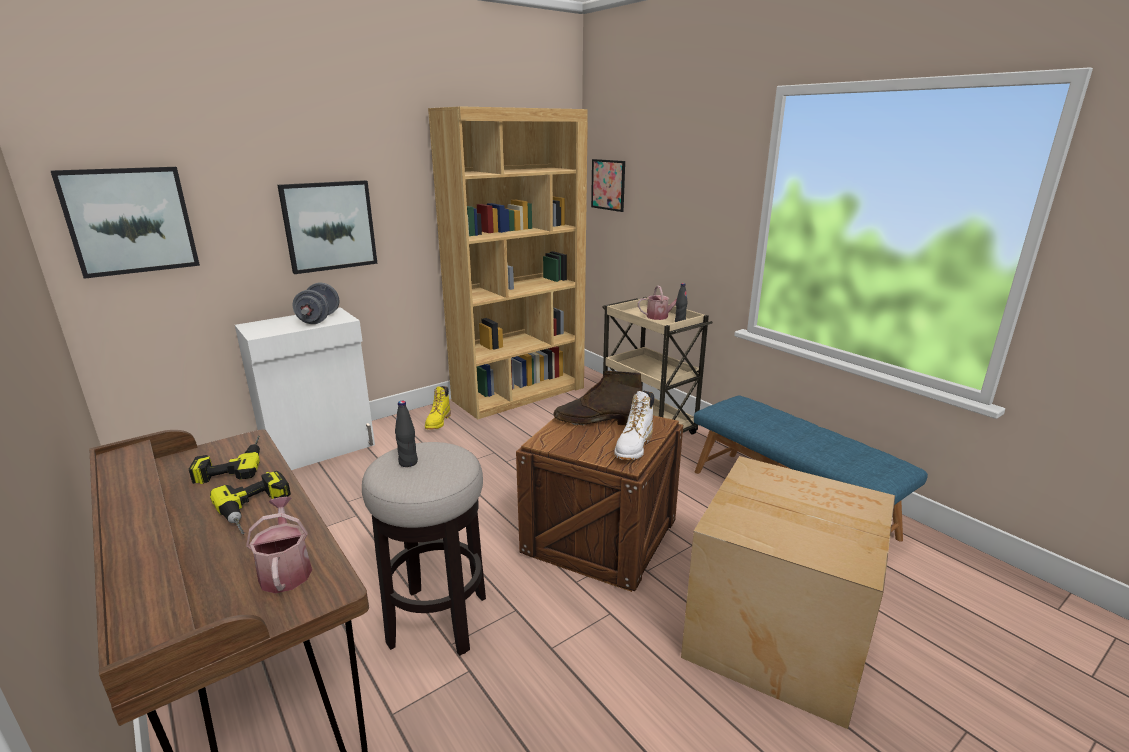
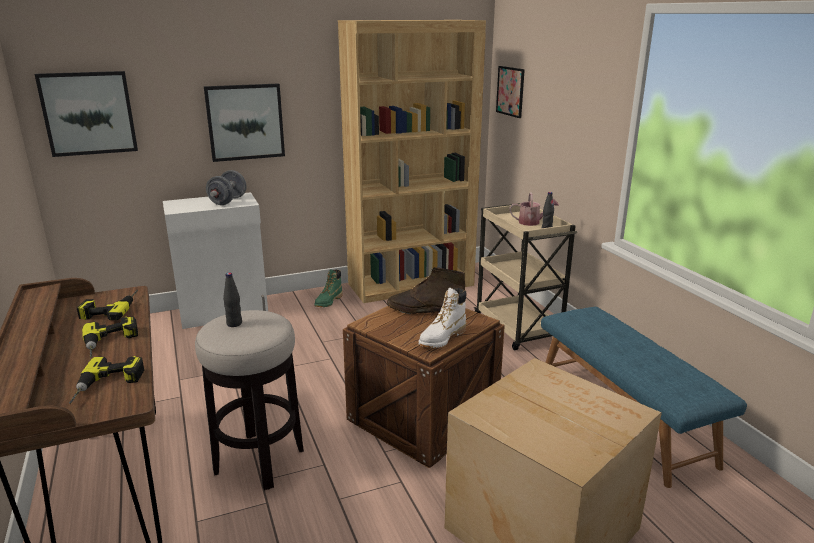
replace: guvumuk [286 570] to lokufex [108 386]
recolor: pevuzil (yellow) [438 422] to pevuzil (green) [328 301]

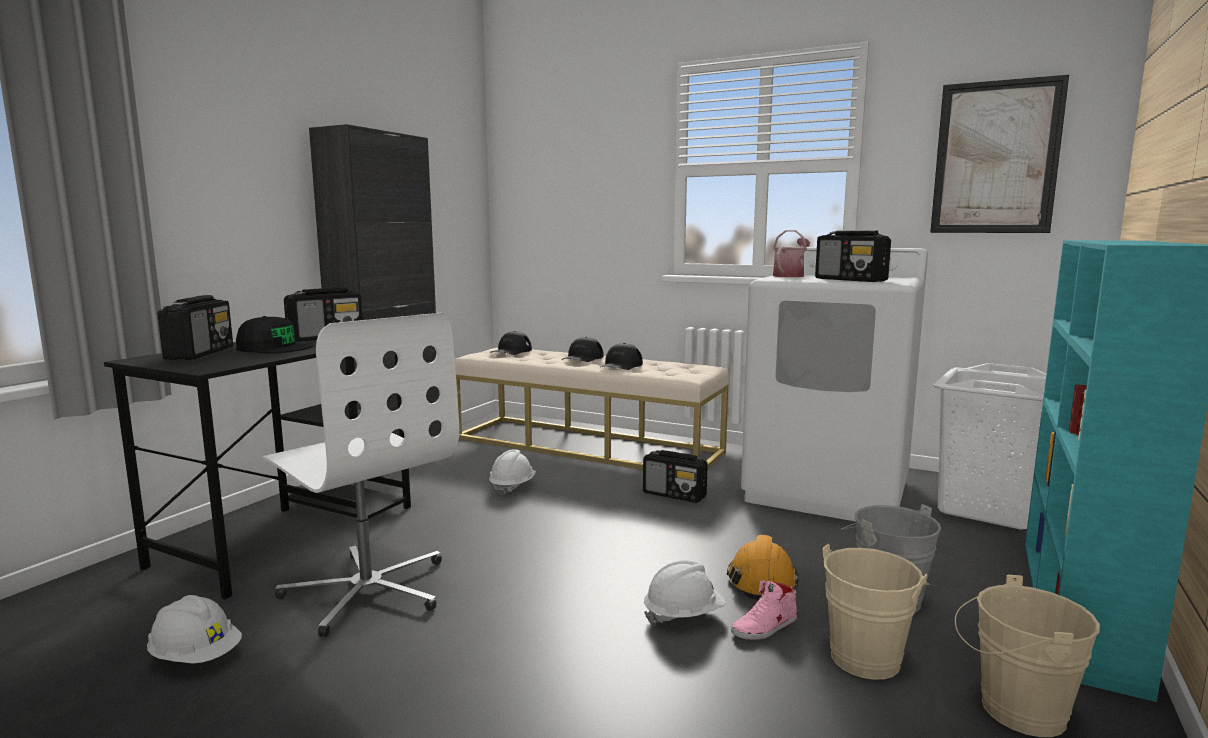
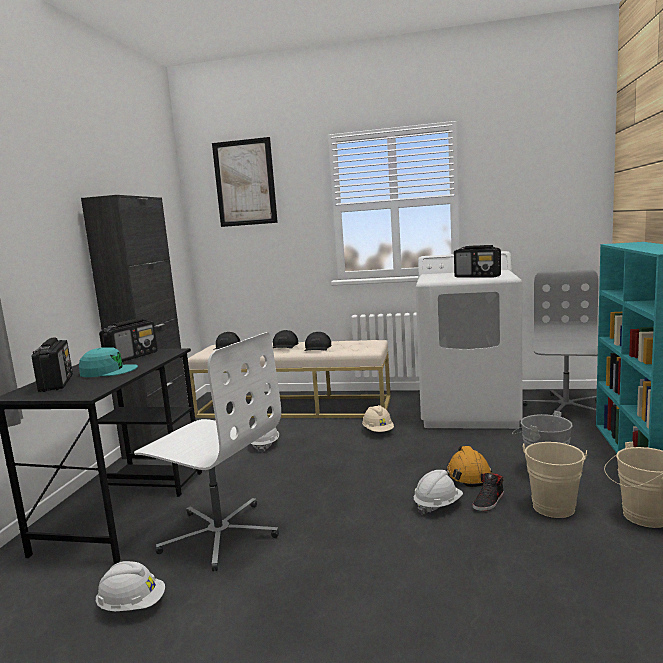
delete: guvumuk [790 275]
move: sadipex [995 158] to [245 183]
replace: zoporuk [675 495] to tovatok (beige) [378 431]; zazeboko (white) [988 509] to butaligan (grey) [565 408]
recolor: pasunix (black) [274 348] to pasunix (turquoise) [108 371]; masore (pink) [765 627] to masore (black) [489 502]

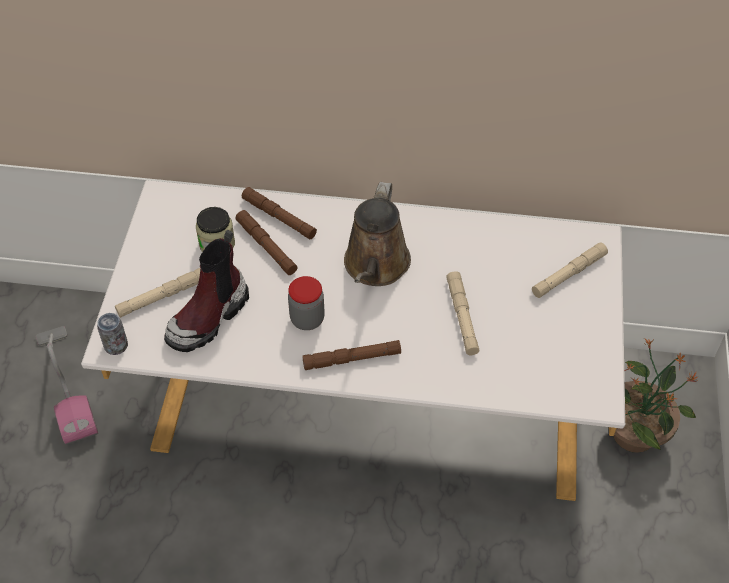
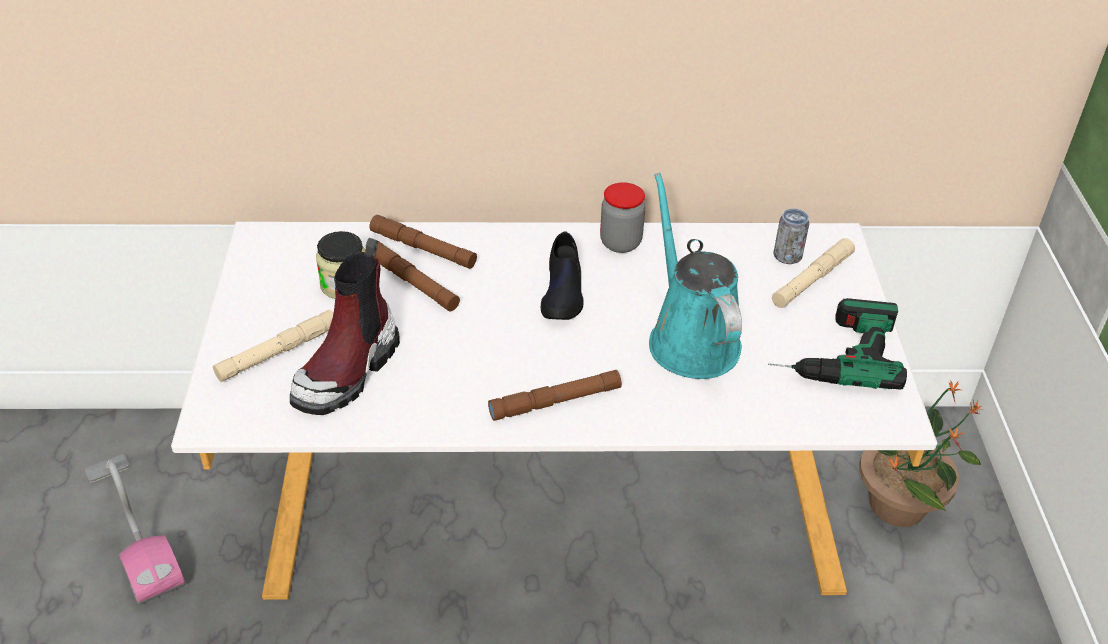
insert: lokufex [832 352]
move: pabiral [116 346] to [787 256]; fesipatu [307 319] to [620 243]
replace: guvumuk (brown) [375 266] to masore (black) [562 292]; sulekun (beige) [462 317] to guvumuk (turquoise) [690 338]

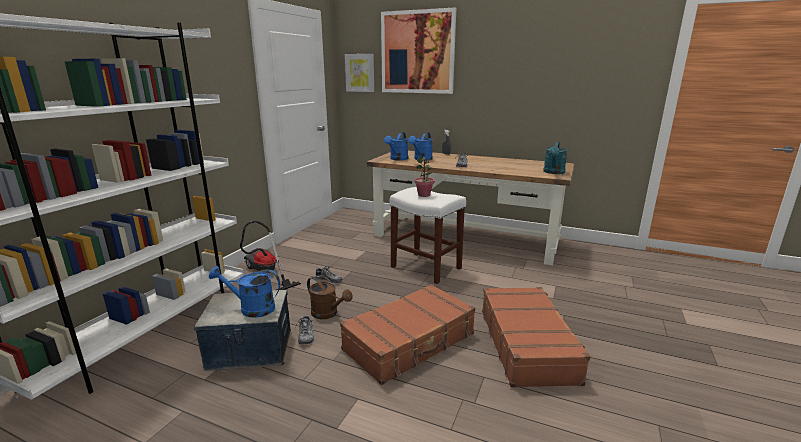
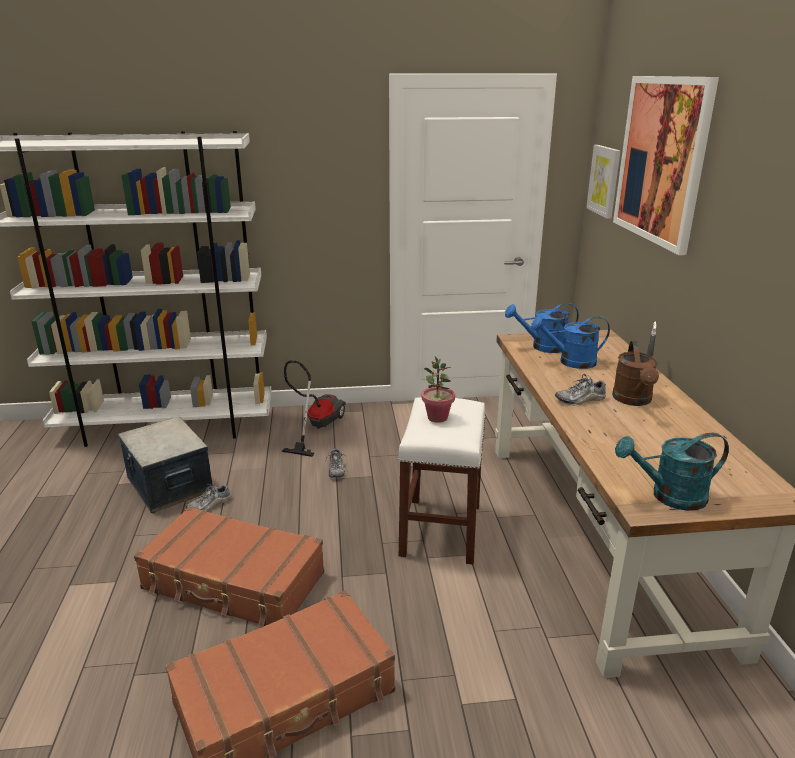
delete: guvumuk (blue) [251 308]
move: guvumuk (brown) [328 314] to [633 400]

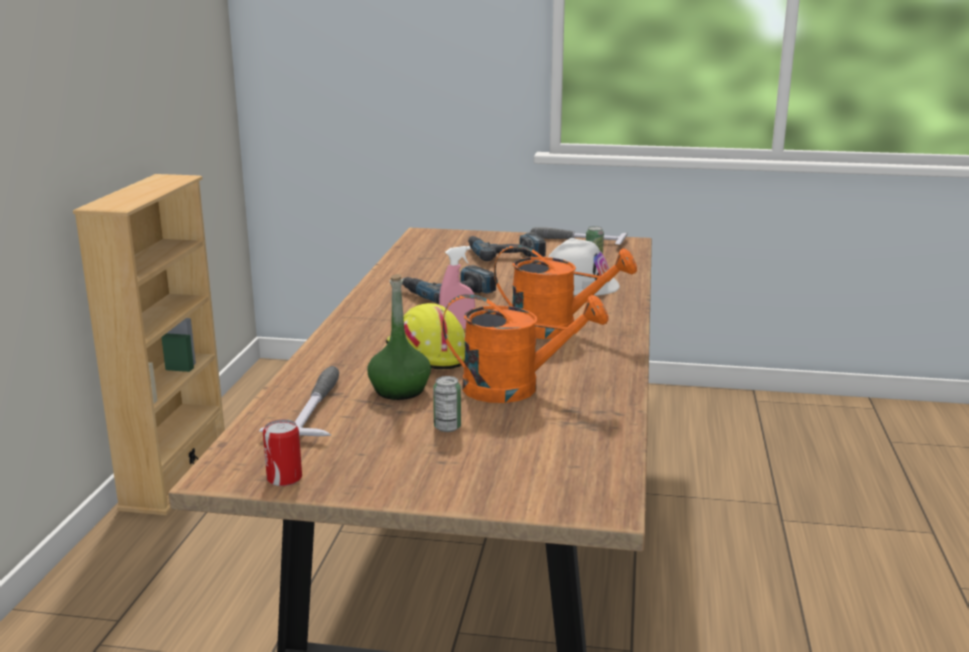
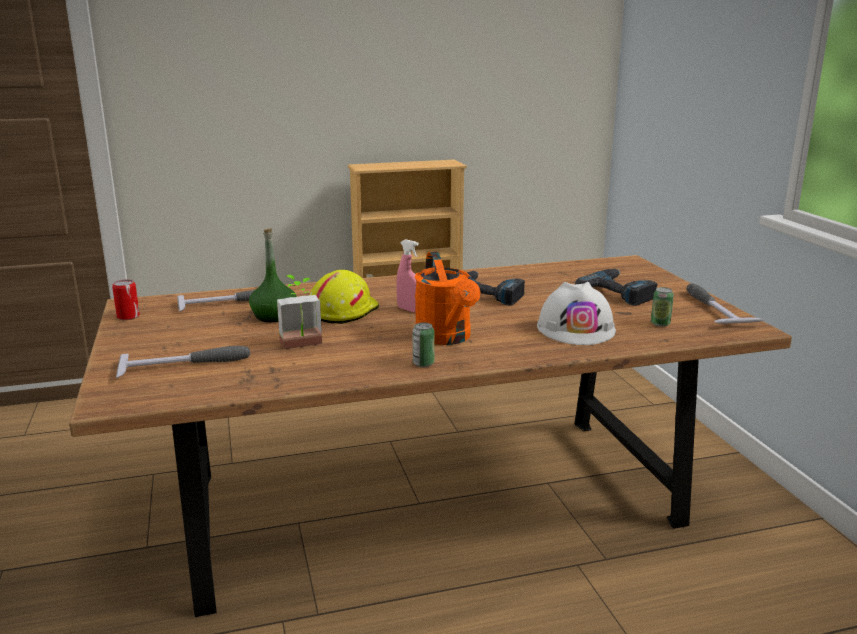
insert: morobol [186 365]
move: pabiral [447 427] to [423 363]
replace: guvumuk (orange) [515 388] to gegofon [302 346]

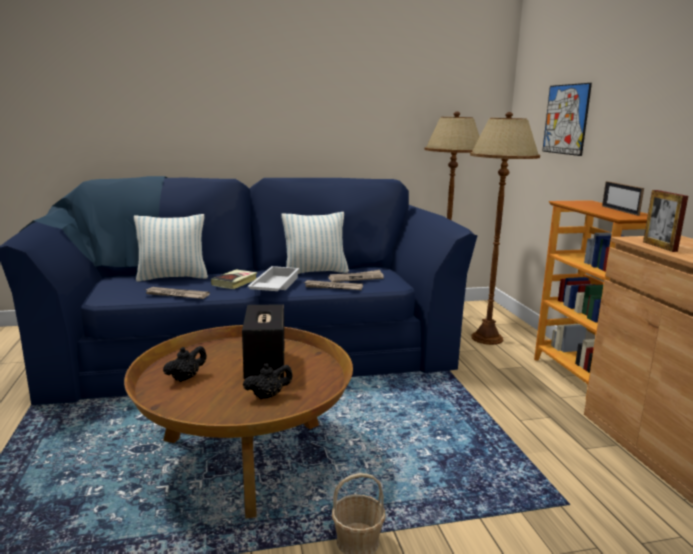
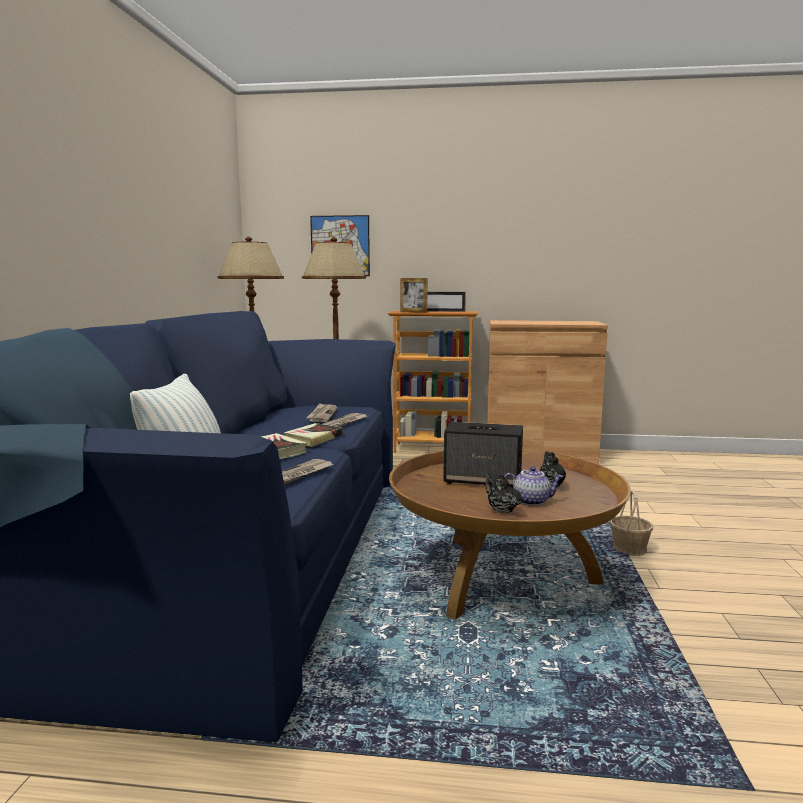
delete: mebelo [315 272]
insert: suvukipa [531 501]
move: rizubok [659 246] to [413 312]
replace: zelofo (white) [274 286] to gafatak [313 439]

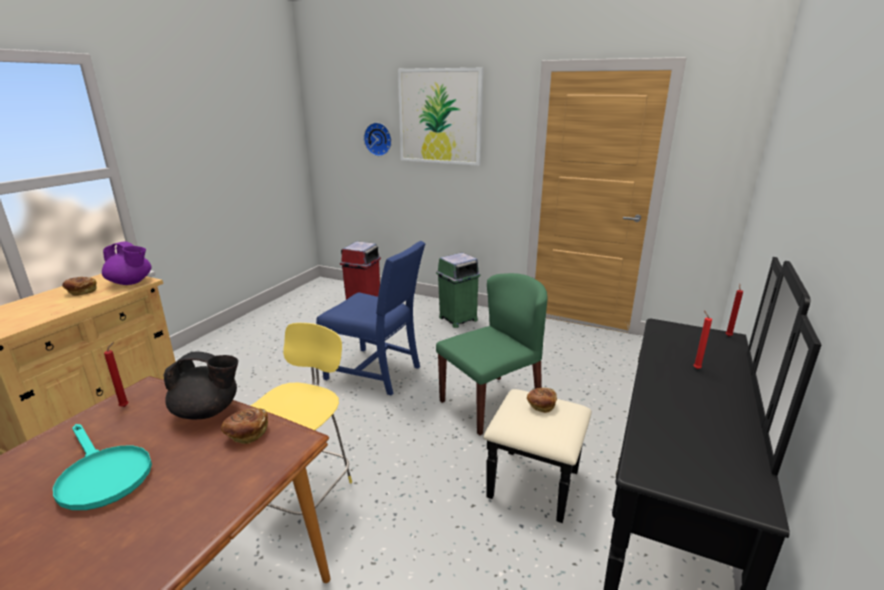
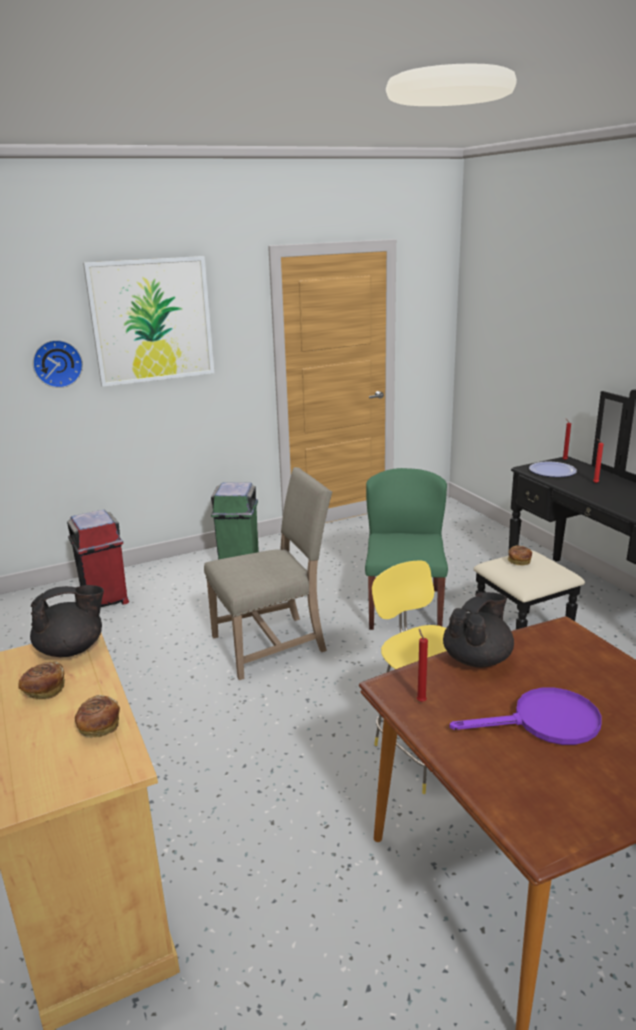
insert: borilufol [552 471]
move: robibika [246 434] to [99 727]
recolor: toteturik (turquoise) [101 475] to toteturik (purple) [544 722]; suvukipa (purple) [131 282] to suvukipa (black) [72 649]; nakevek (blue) [376 372] to nakevek (beige) [272 644]

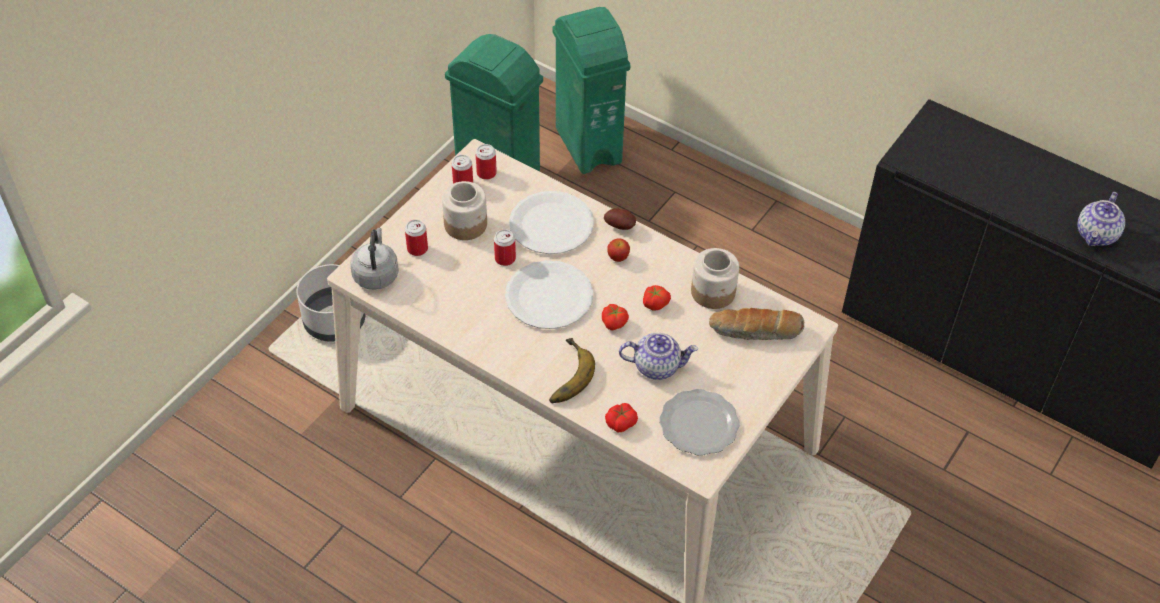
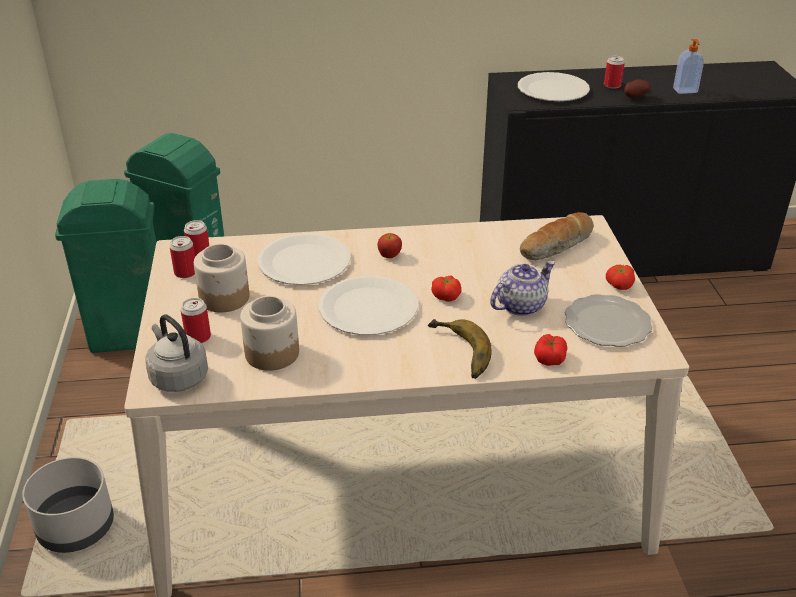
insert: borilufol (white) [552 89]
move: pabiral [505 258] to [612 85]; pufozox [620 226] to [634 97]; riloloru [655 303] to [618 285]; fesipatu [713 292] to [273 353]
replace: suvukipa [1096 235] to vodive [685 91]

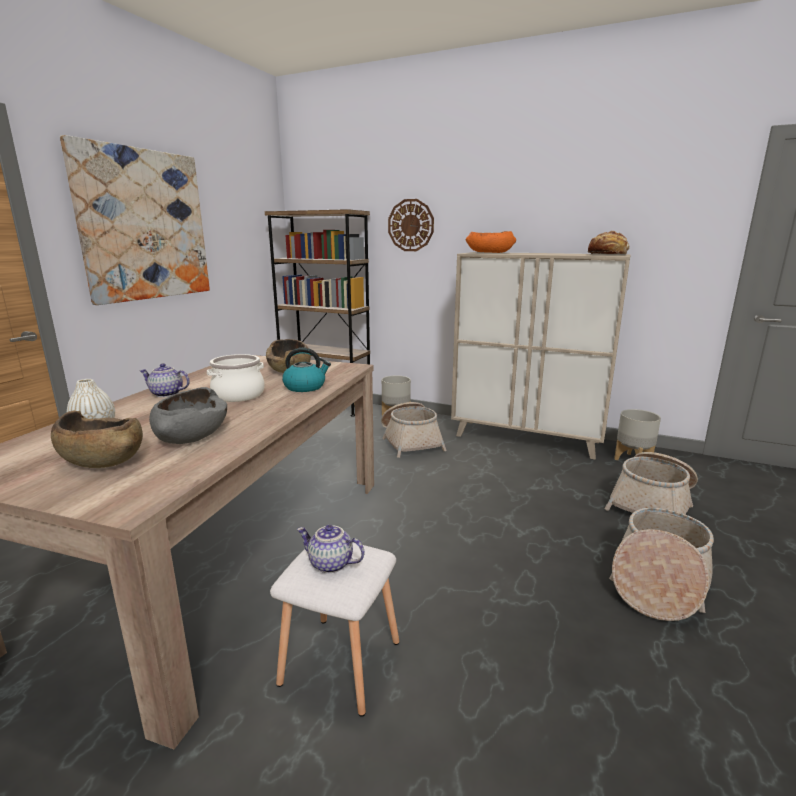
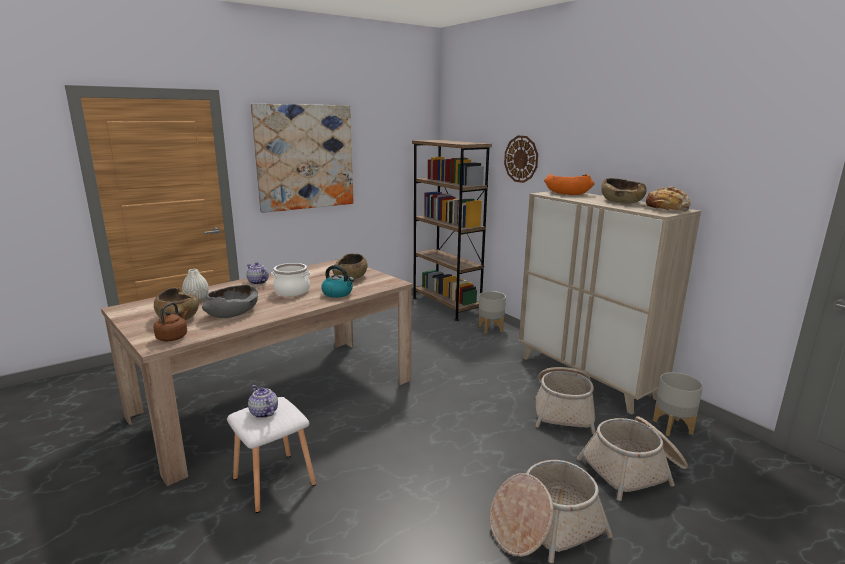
insert: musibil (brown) [173 337]; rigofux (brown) [621 202]
move: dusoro [410 441] to [563 410]

